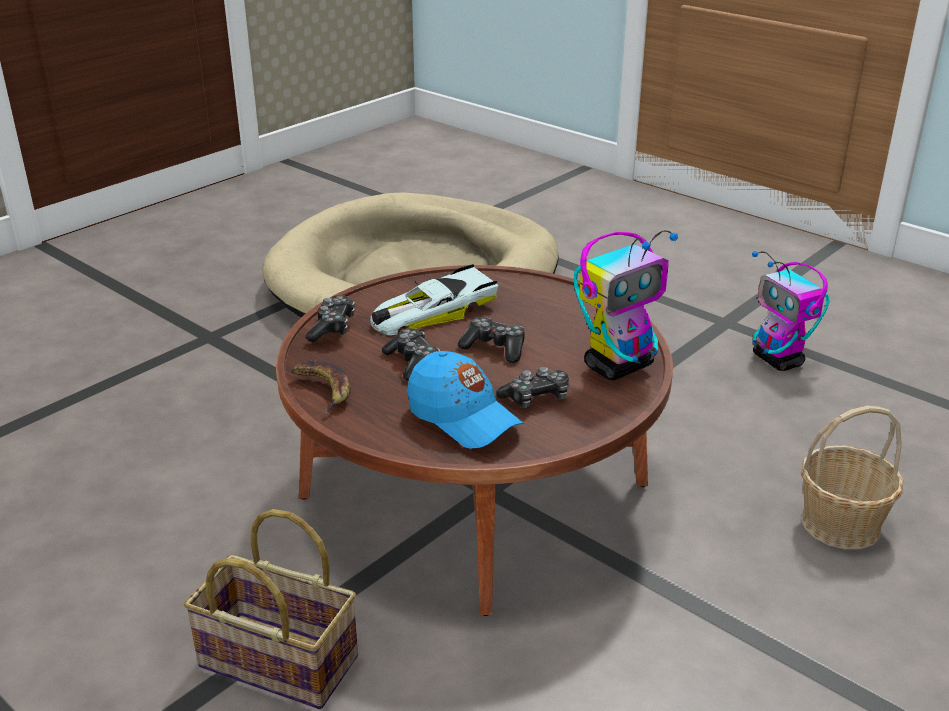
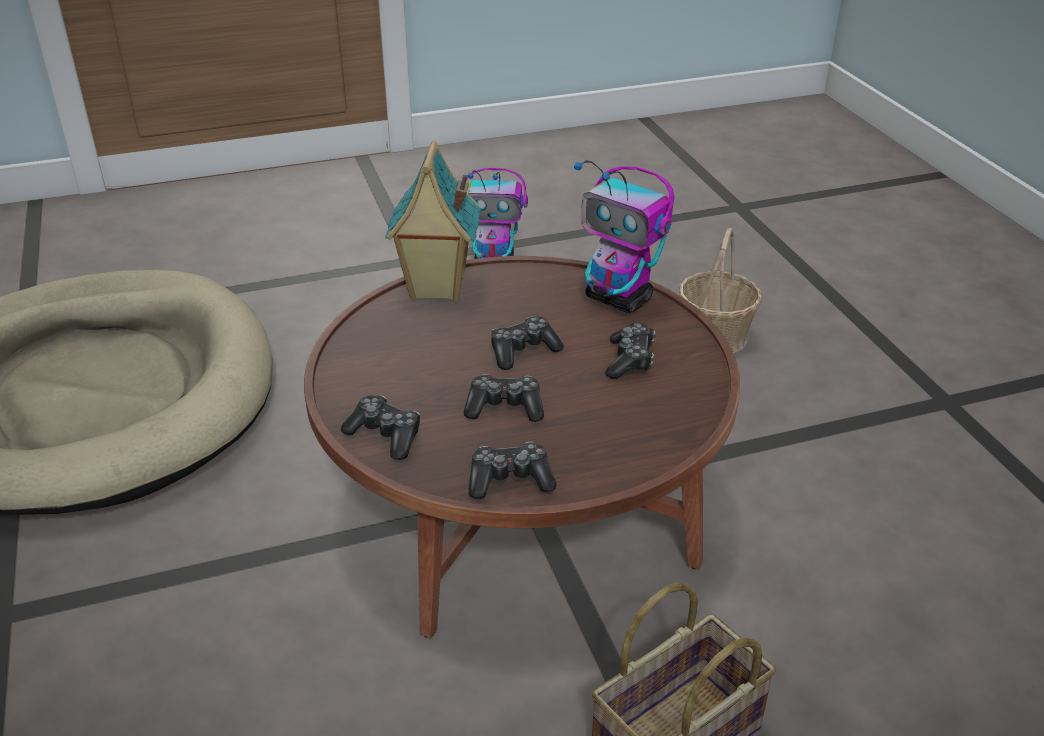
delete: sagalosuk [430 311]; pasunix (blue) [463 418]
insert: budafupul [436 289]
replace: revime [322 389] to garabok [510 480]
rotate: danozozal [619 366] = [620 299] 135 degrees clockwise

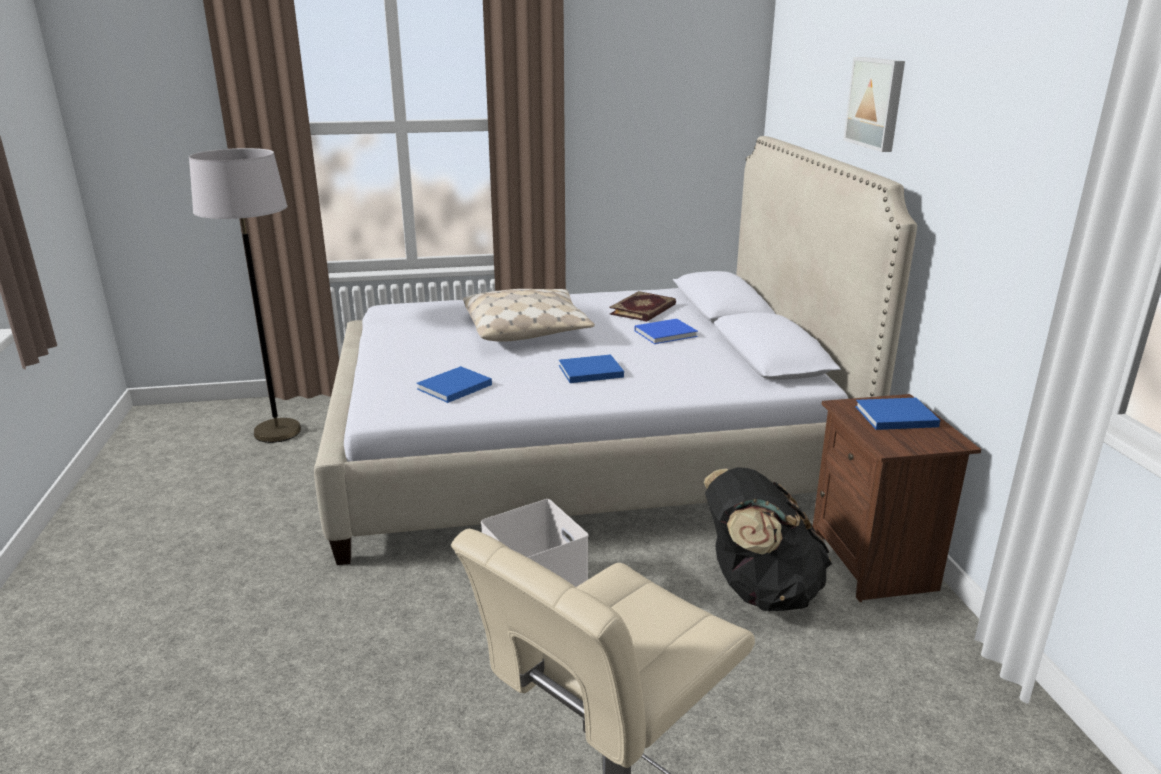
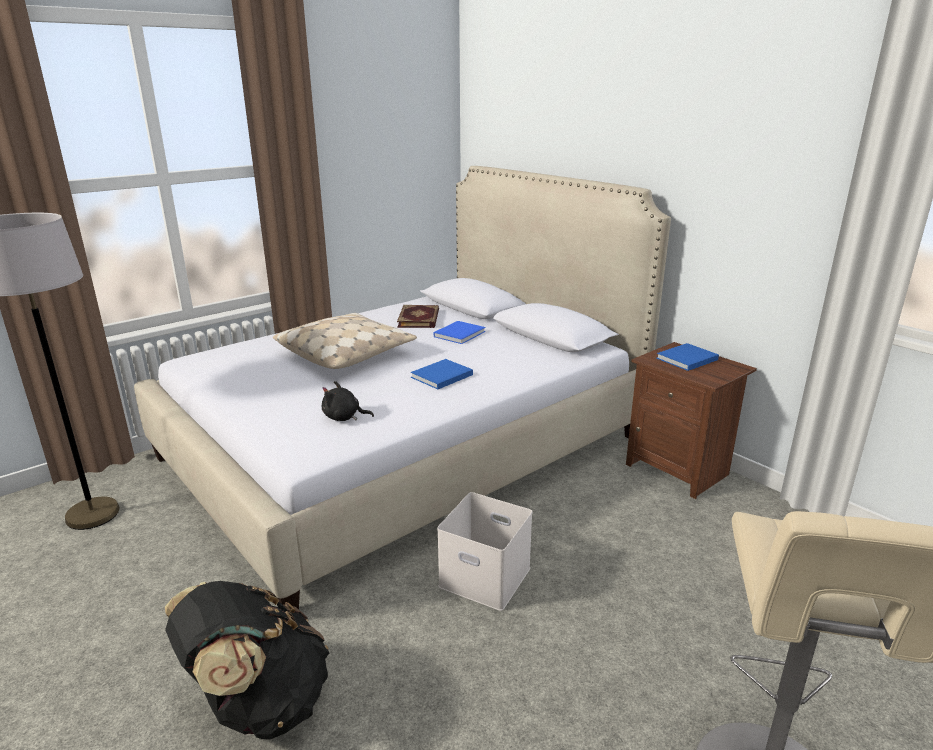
delete: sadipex [877 103]
move: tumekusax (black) [758 590] to [259 704]
replace: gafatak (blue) [453 387] to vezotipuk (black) [344 417]

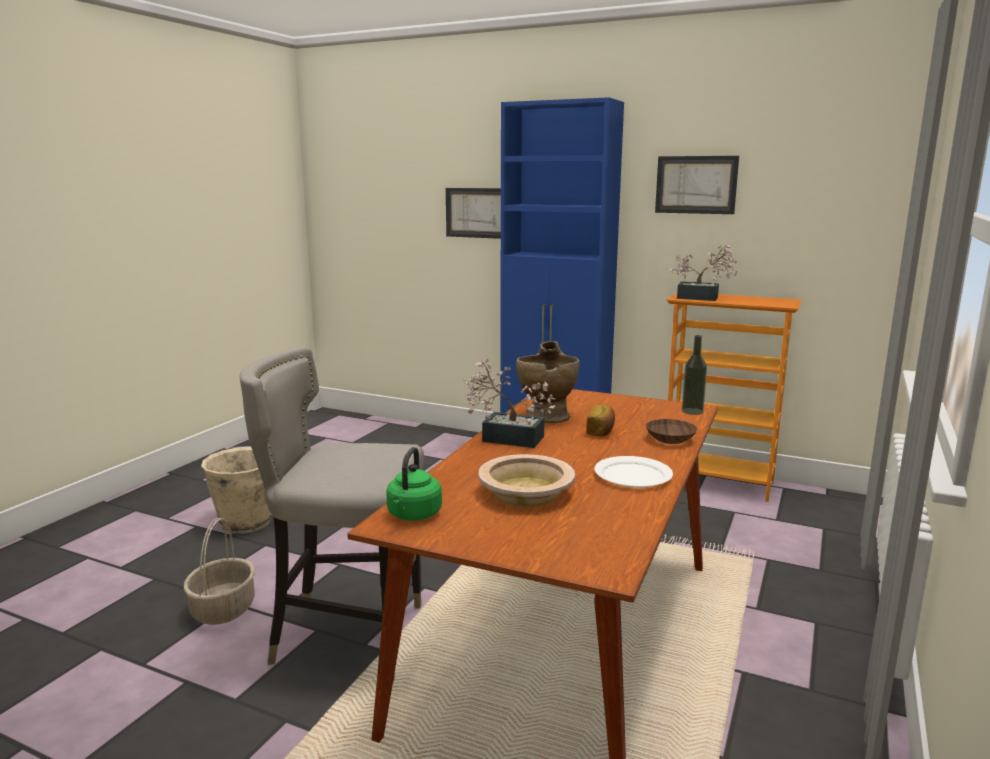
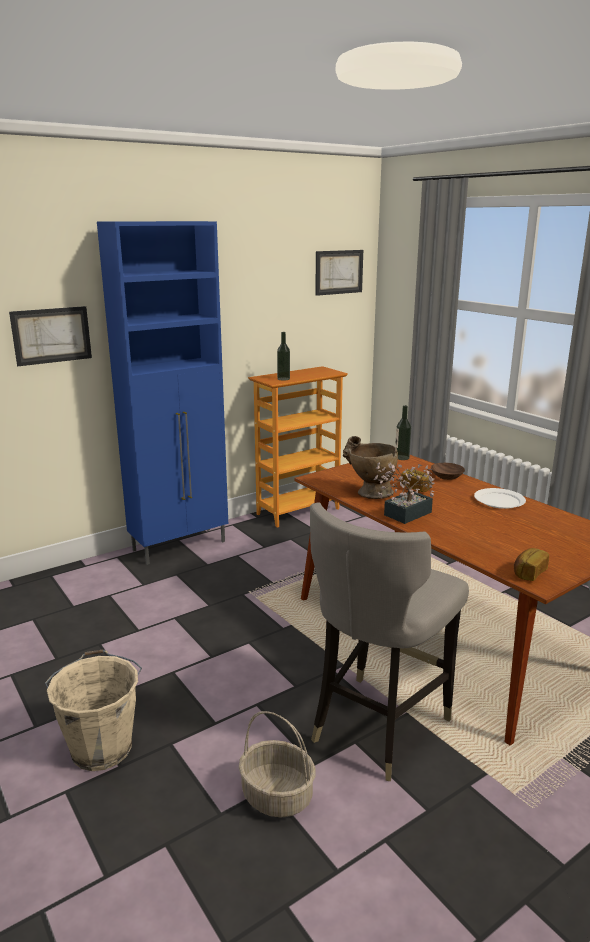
delete: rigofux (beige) [526 492]
move: sadipex [696 185] to [339 272]
replace: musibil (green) [413 515] to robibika [528 573]; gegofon [702 298] to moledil [283 379]

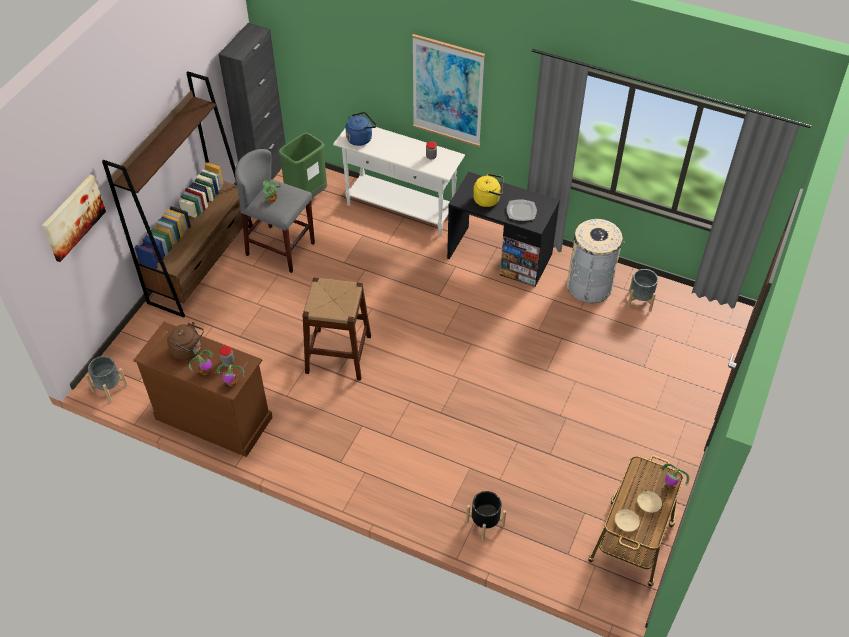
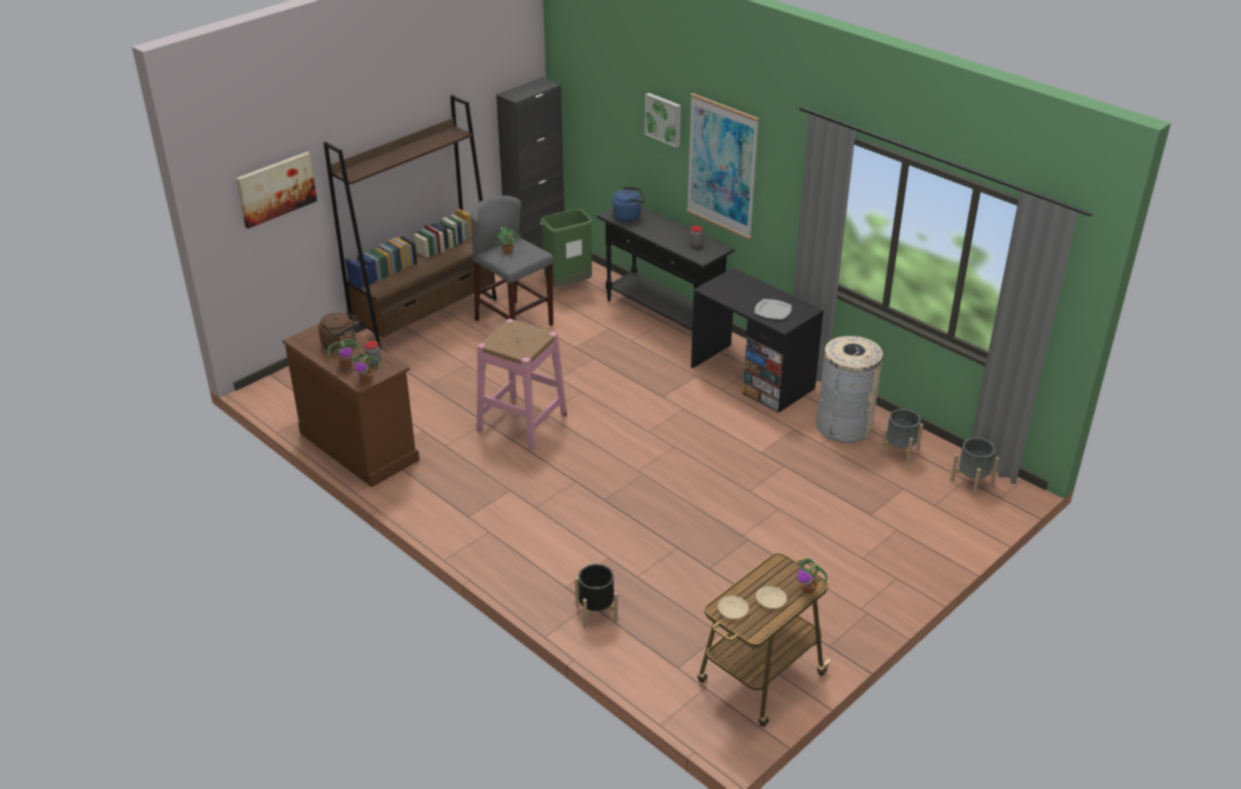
delete: musibil (yellow) [488 199]
insert: sadipex [664 119]
move: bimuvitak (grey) [109 388] to [971 482]
recolor: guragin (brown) [338 354] to guragin (pink) [522 422]; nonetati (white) [401 210] to nonetati (black) [663 315]

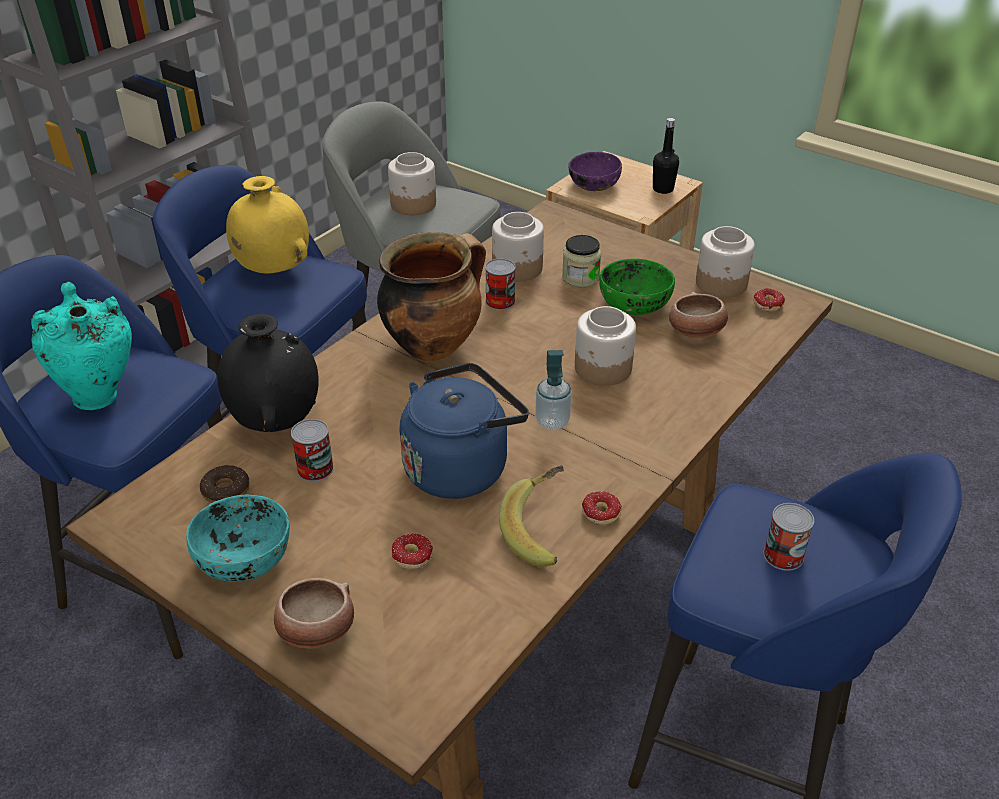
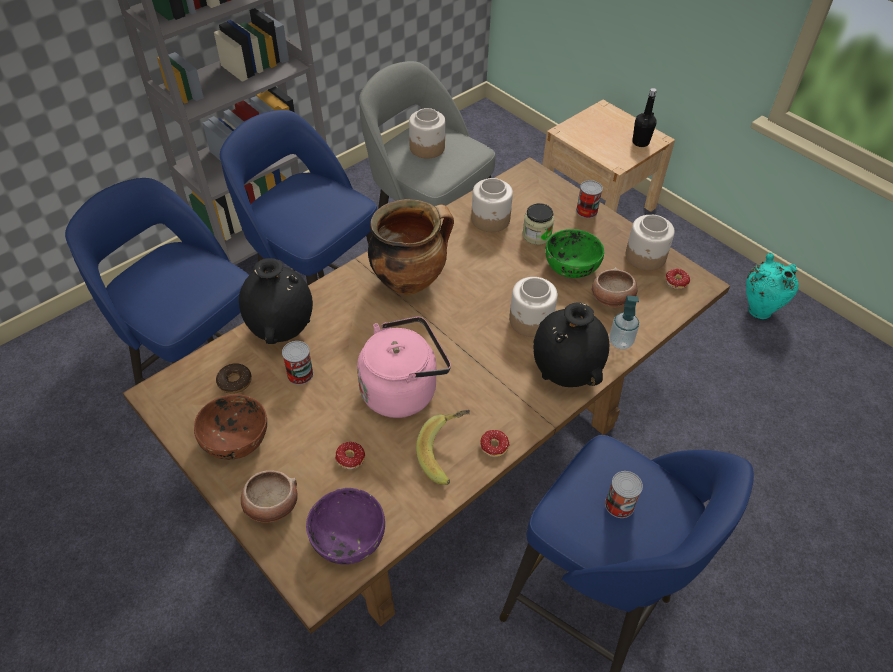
delete: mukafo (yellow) [273 270]
insert: mukafo (black) [565 374]
move: mukafo (turquoise) [99 395] to [759 309]; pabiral [500 301] to [586 211]; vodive [552 422] to [620 342]; rigofux (purple) [593 184] to [347 537]
recolor: rigofux (turquoise) [245 557] to rigofux (brown) [236 439]; musibil (blue) [460 467] to musibil (pink) [403 390]

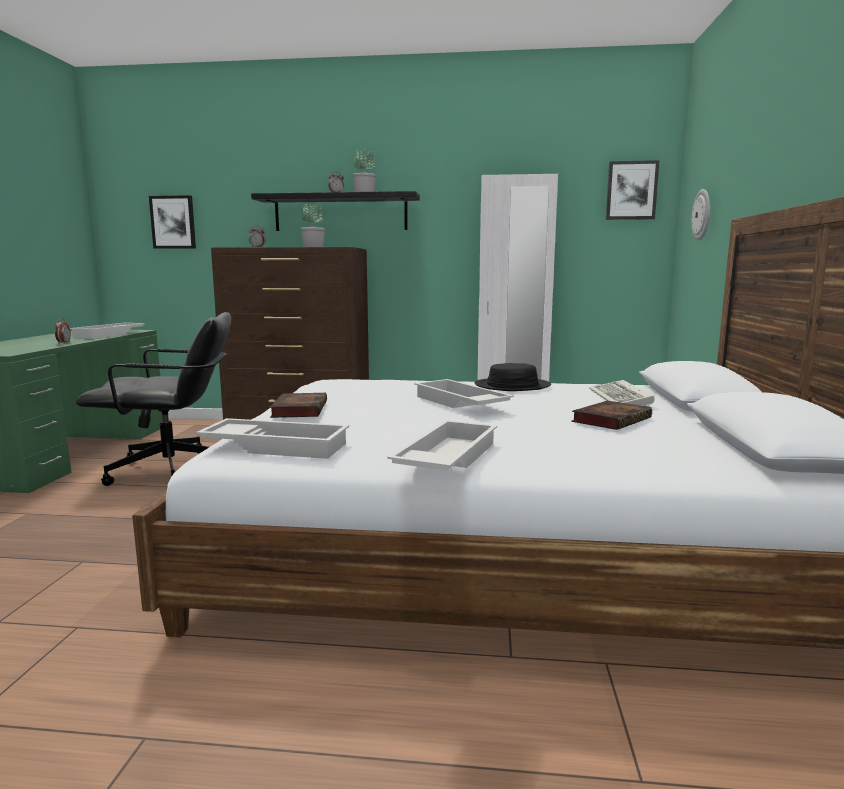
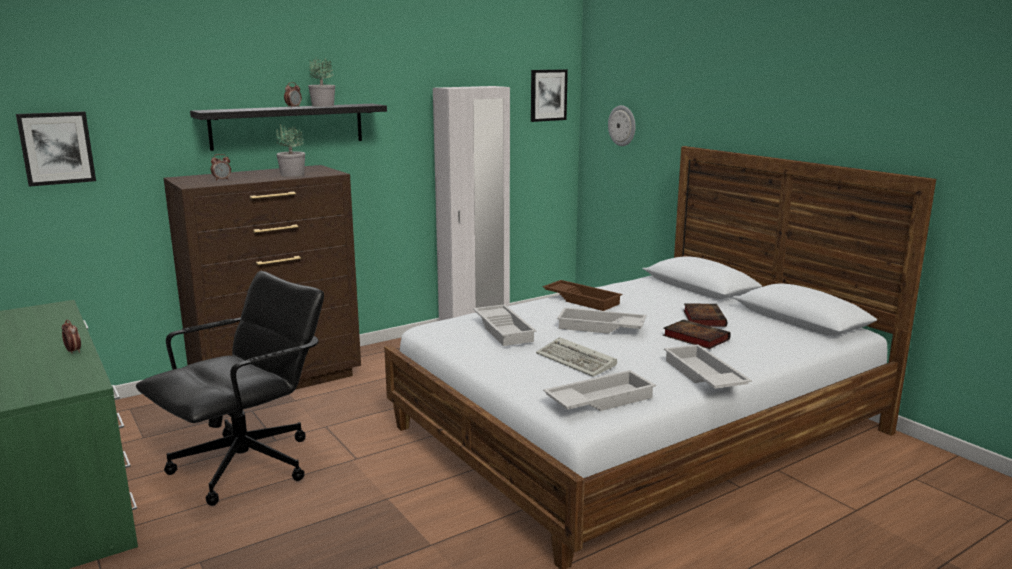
move: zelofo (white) [110 334] to [505 330]; gafatak [299 409] to [694 337]; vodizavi [621 398] to [577 361]
replace: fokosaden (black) [512 386] to zelofo (brown) [582 300]

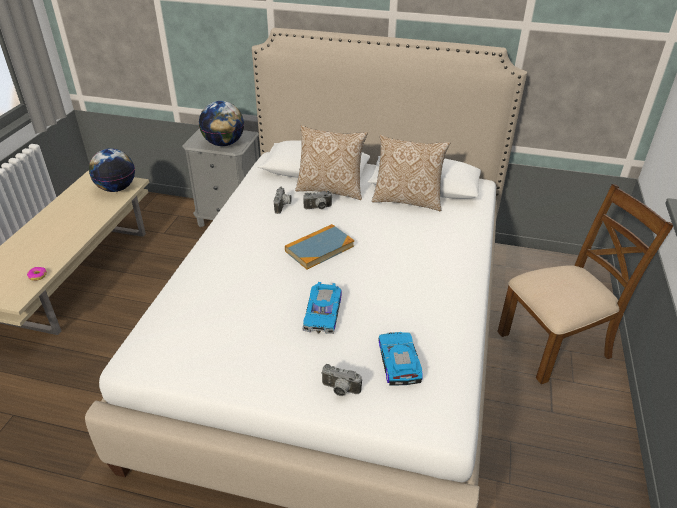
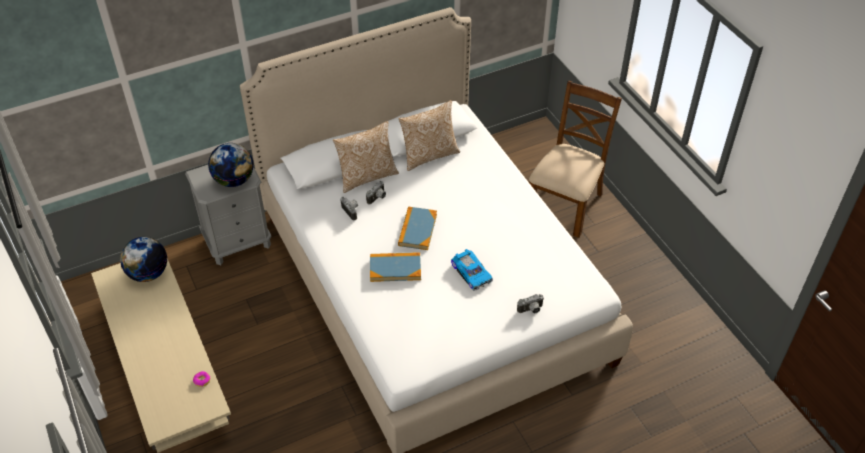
delete: sagalosuk [398 362]
insert: gafatak [395 268]

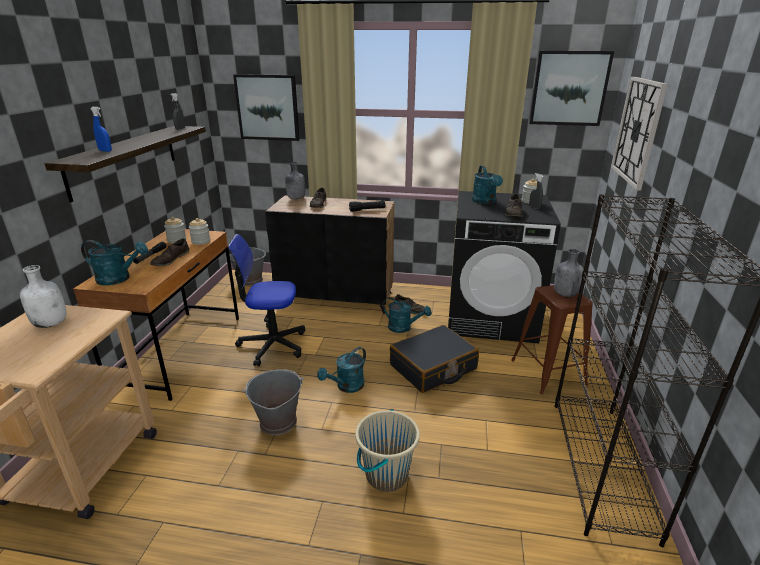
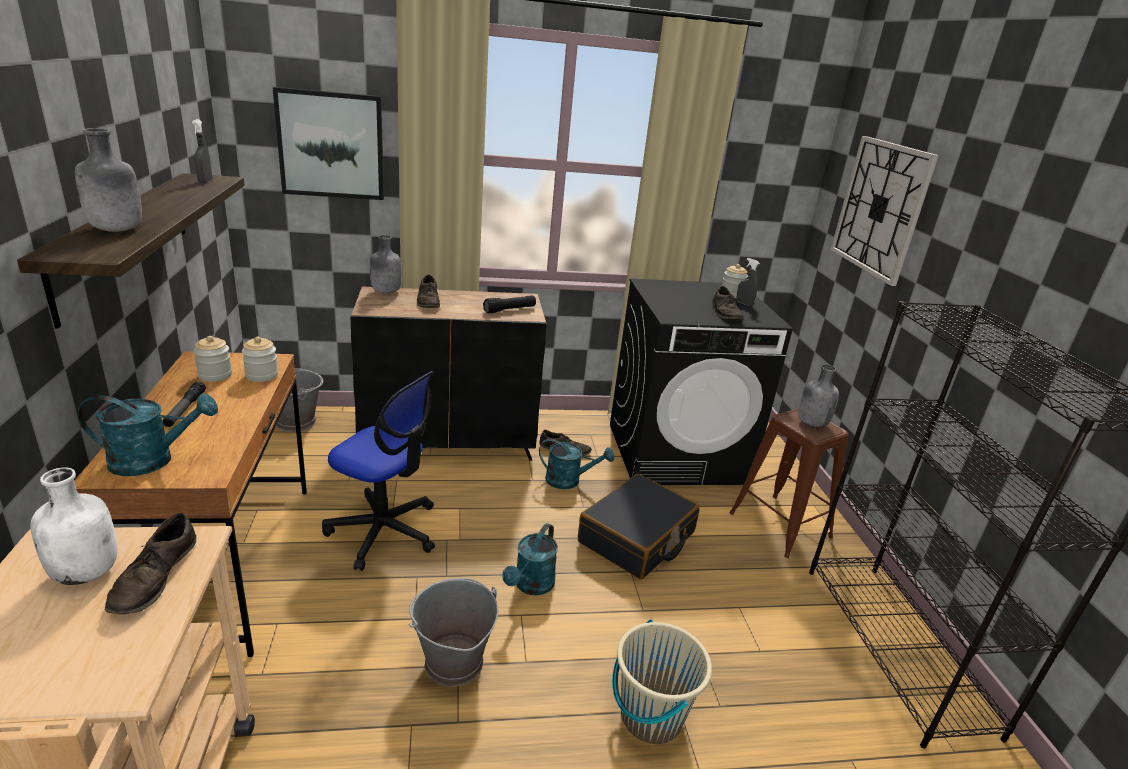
delete: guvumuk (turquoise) [485 202]; sadipex [569 88]
move: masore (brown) [170 259] to [154 577]
replace: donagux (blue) [105 151] to moledil (grey) [117 230]
rotate: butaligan [272 345] = [384 531] 135 degrees counterclockwise

